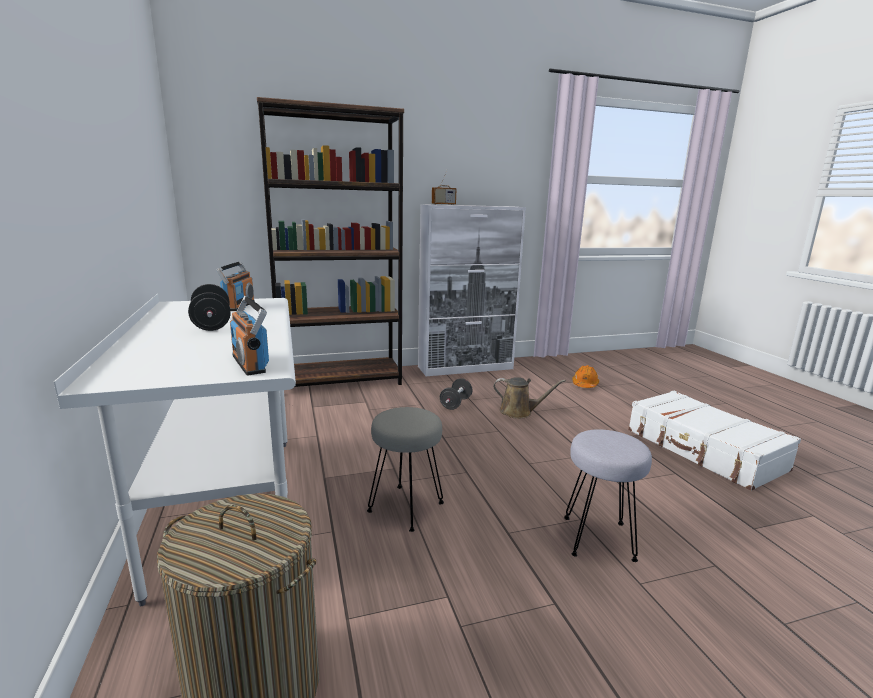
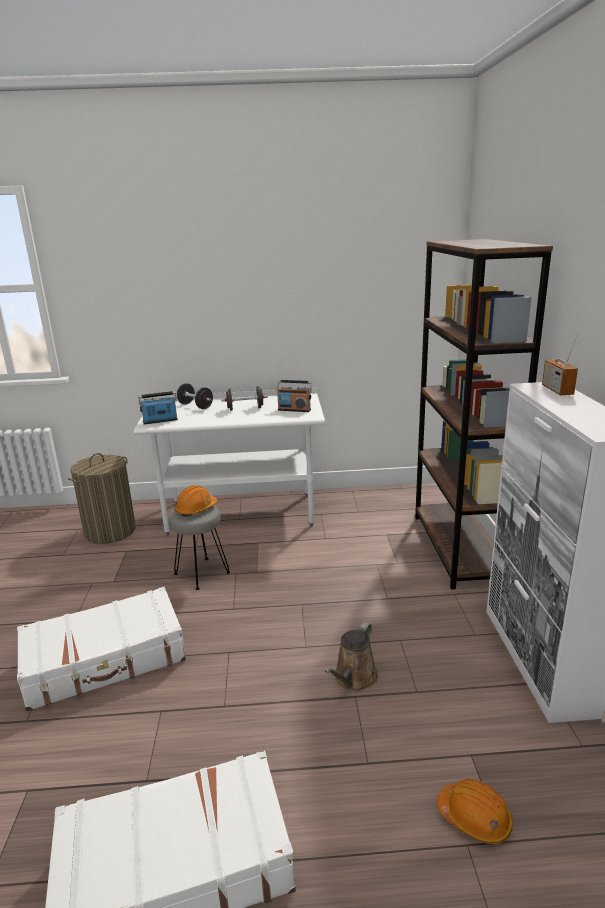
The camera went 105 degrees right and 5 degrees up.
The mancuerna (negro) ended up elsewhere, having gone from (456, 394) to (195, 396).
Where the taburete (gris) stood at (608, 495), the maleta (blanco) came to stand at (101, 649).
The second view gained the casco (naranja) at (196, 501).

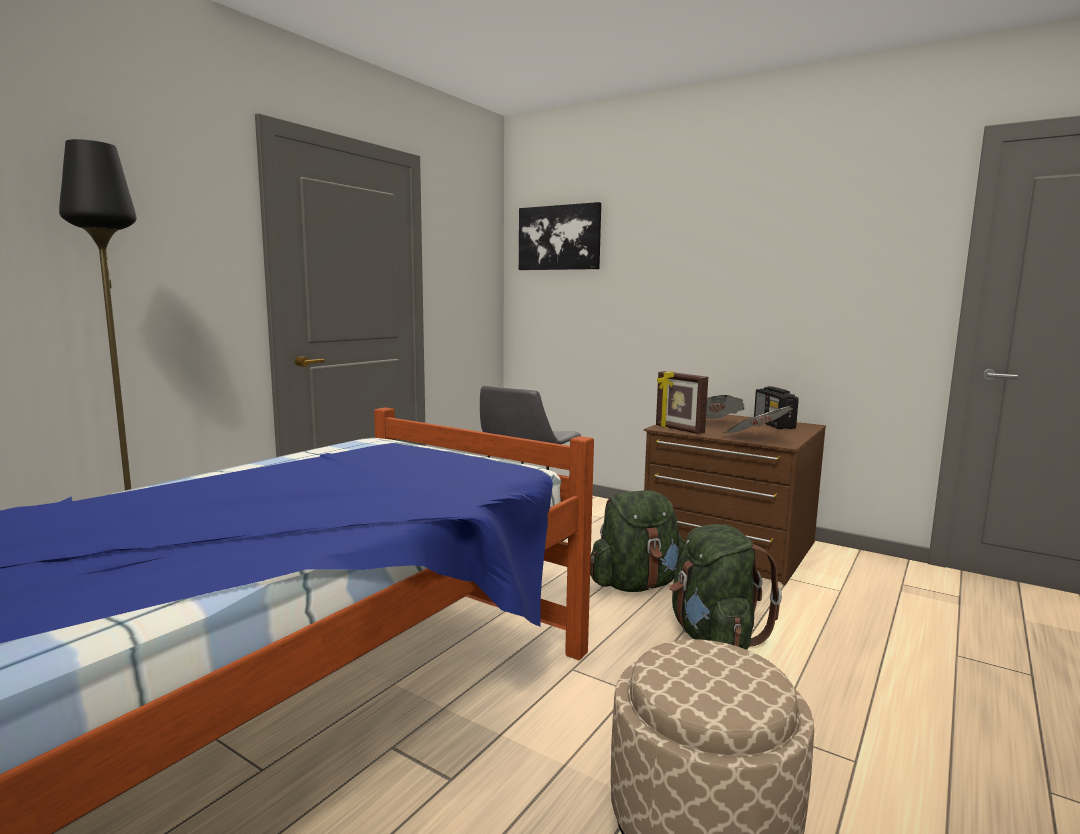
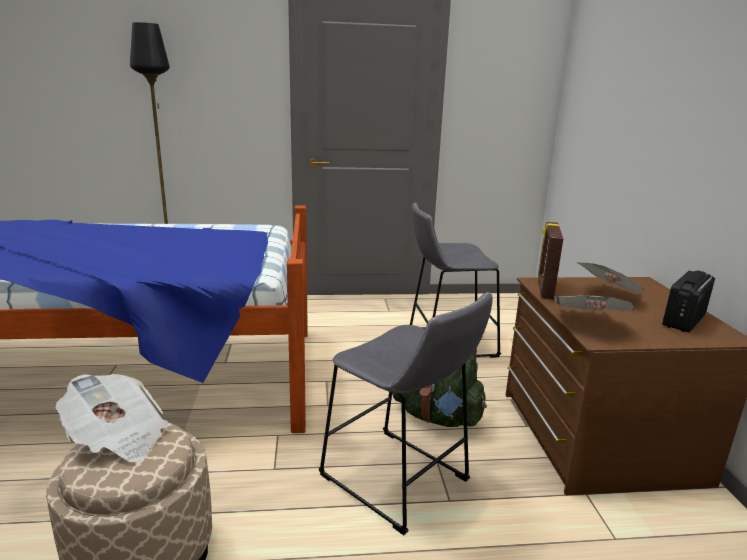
The camera went 50 degrees right and 10 degrees up.
The second view lost the cuadro at (560, 236).
Where the mochila (verde) stood at (726, 587), the taburete (gris) came to stand at (405, 413).
The second view gained the periódico at (112, 418).

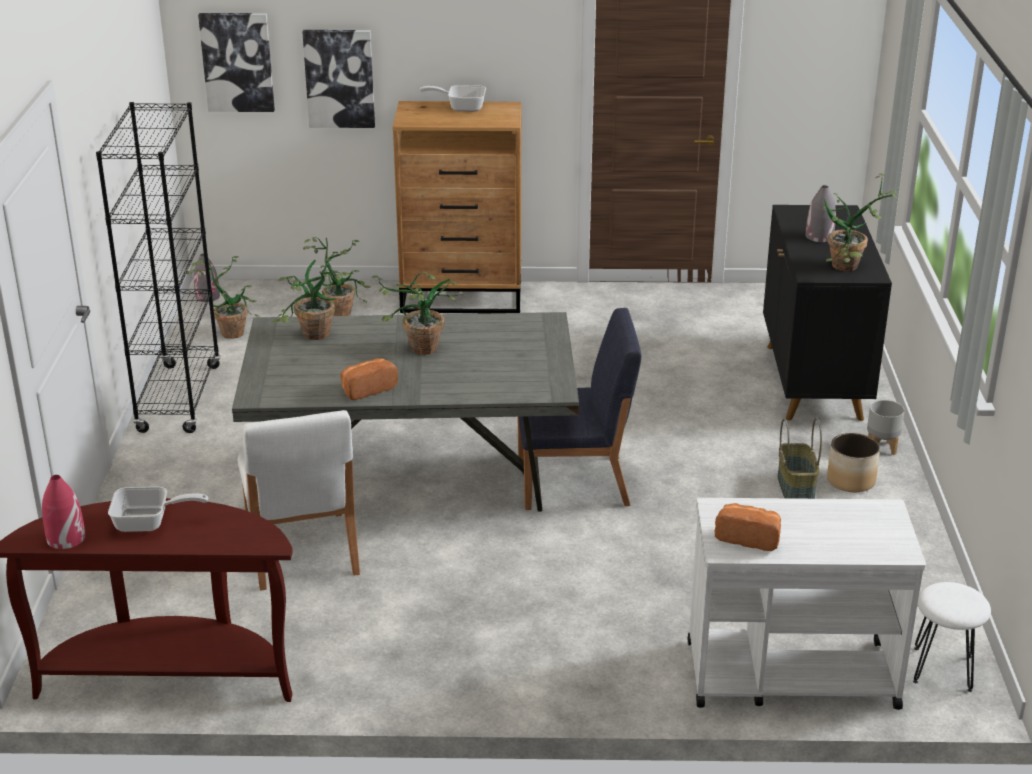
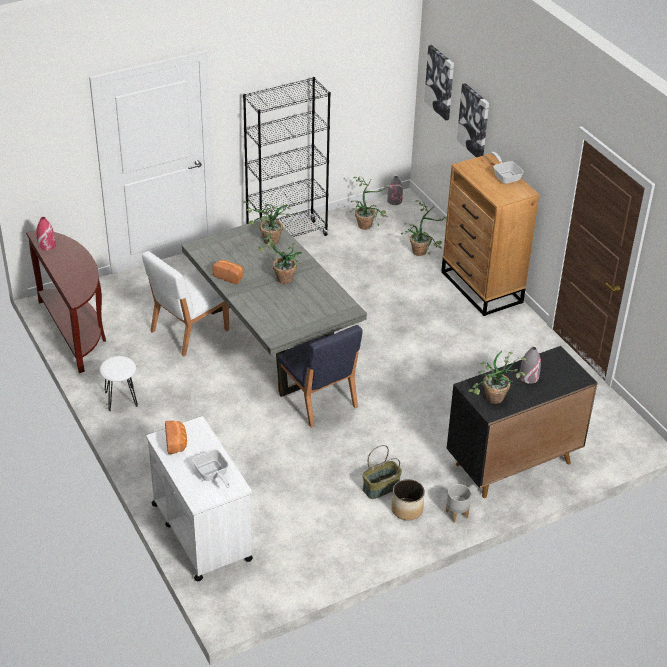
The camera went 60 degrees right and 10 degrees up.
The sartén ended up elsewhere, having gone from (158, 509) to (211, 468).
The taburete (blanco) ended up elsewhere, having gone from (952, 637) to (118, 383).

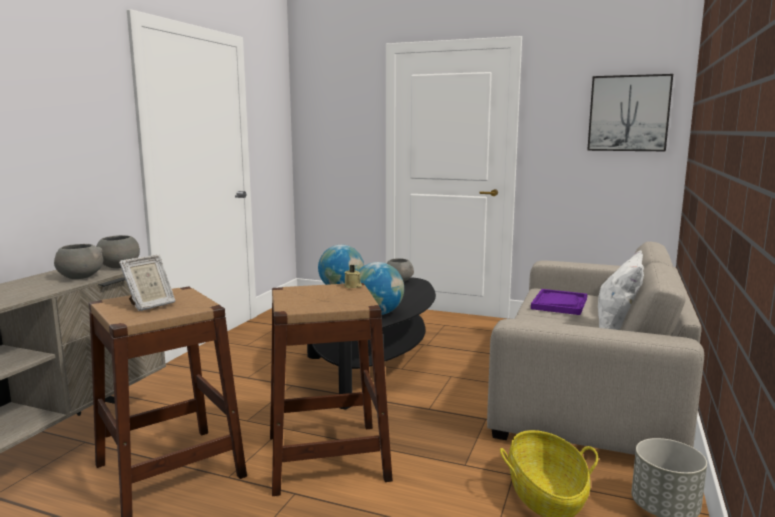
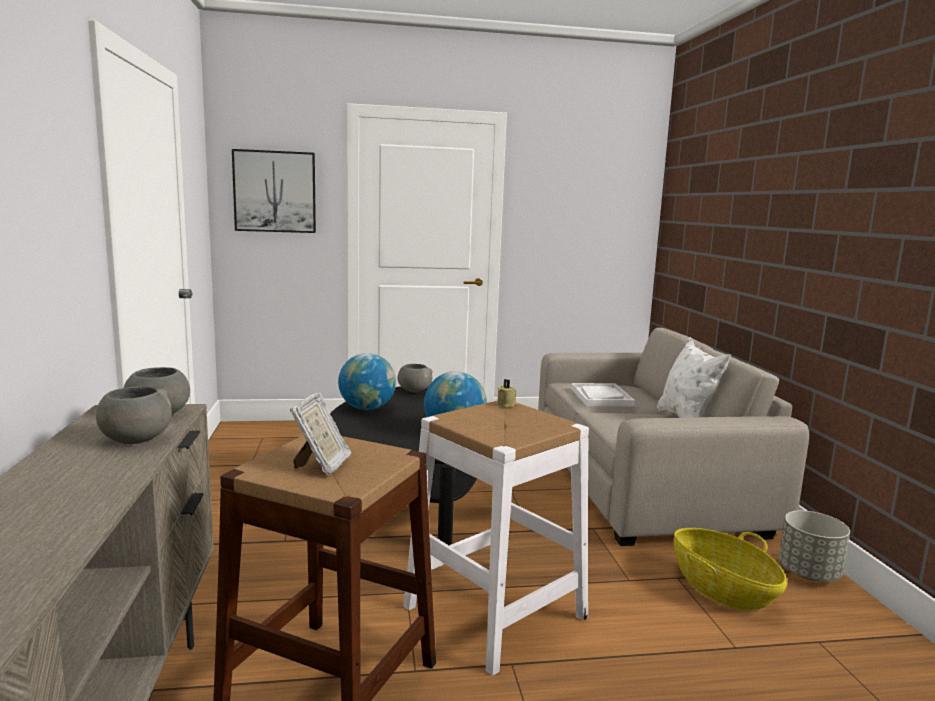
The camera went 30 degrees left and 0 degrees up.
What was the taburete (marrón) at (331, 389) turned into the taburete (blanco) at (496, 538).
What was the bandeja (morado) at (559, 302) turned into the bandeja (blanco) at (603, 394).
The cuadro ended up elsewhere, having gone from (630, 112) to (274, 191).

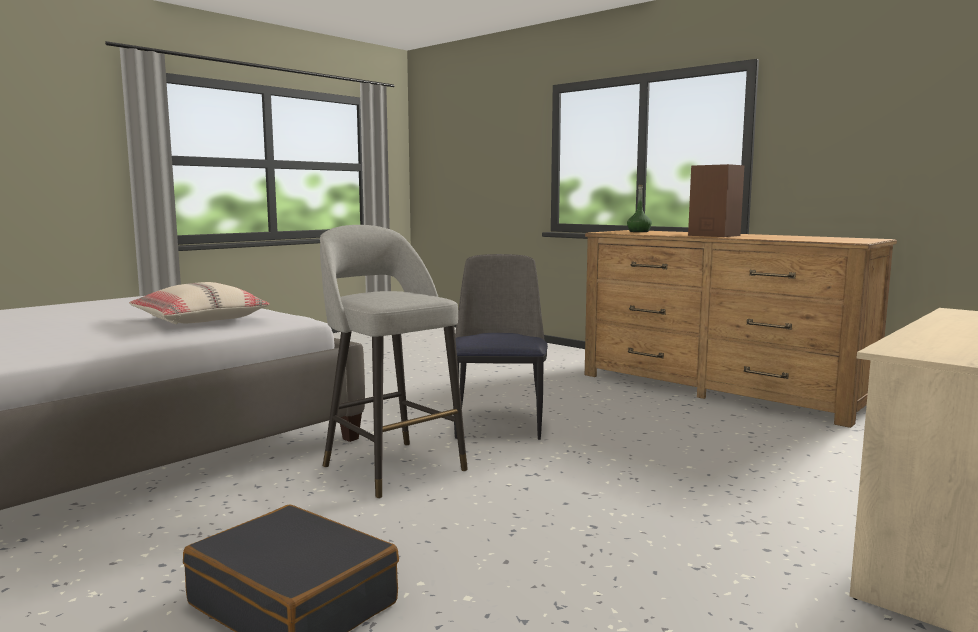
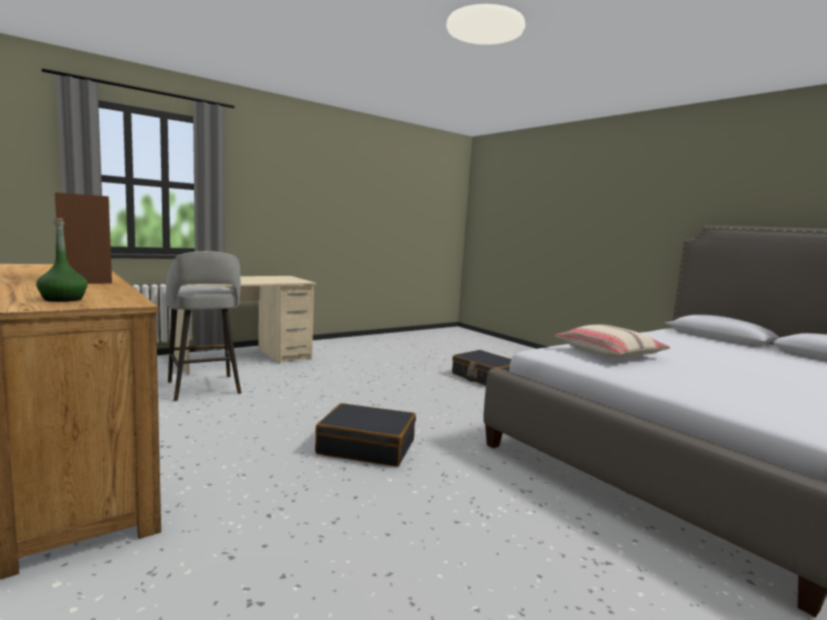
The camera went 170 degrees left and 0 degrees up.
The taburete (gris) ended up elsewhere, having gone from (394, 362) to (203, 326).
Where the silla stood at (500, 347), the maleta (negro) came to stand at (365, 435).

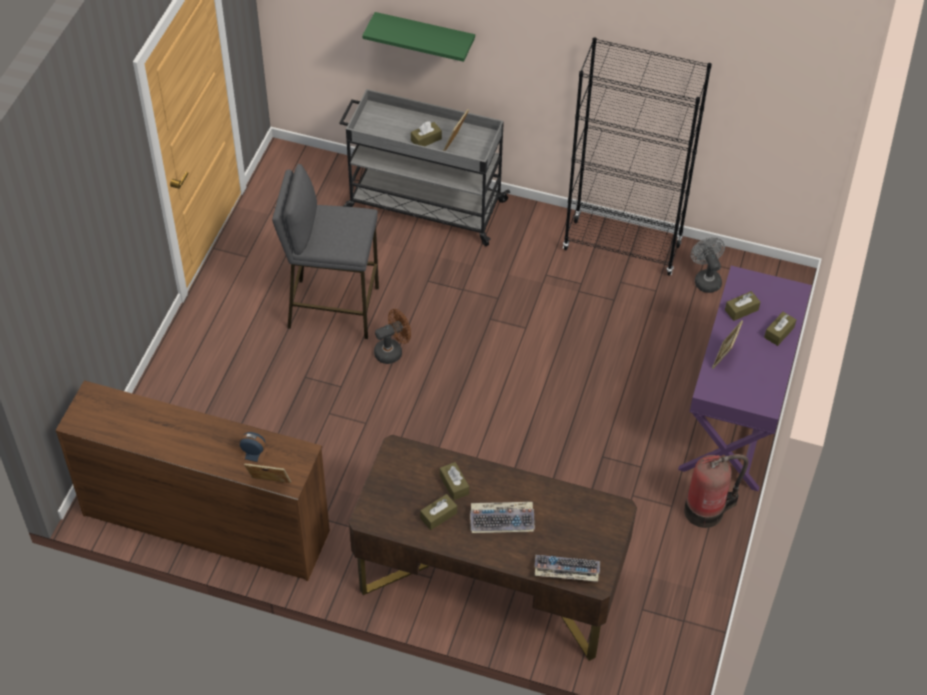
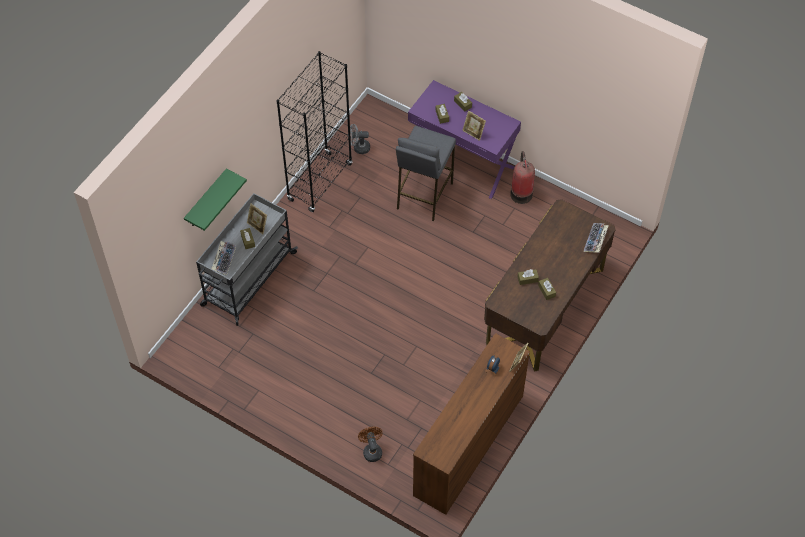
The camera went 75 degrees left and 5 degrees up.
The taburete (gris) ended up elsewhere, having gone from (325, 251) to (426, 173).
The ventilador (marrón) ended up elsewhere, having gone from (392, 336) to (370, 444).
The teclado ended up elsewhere, having gone from (502, 517) to (223, 258).

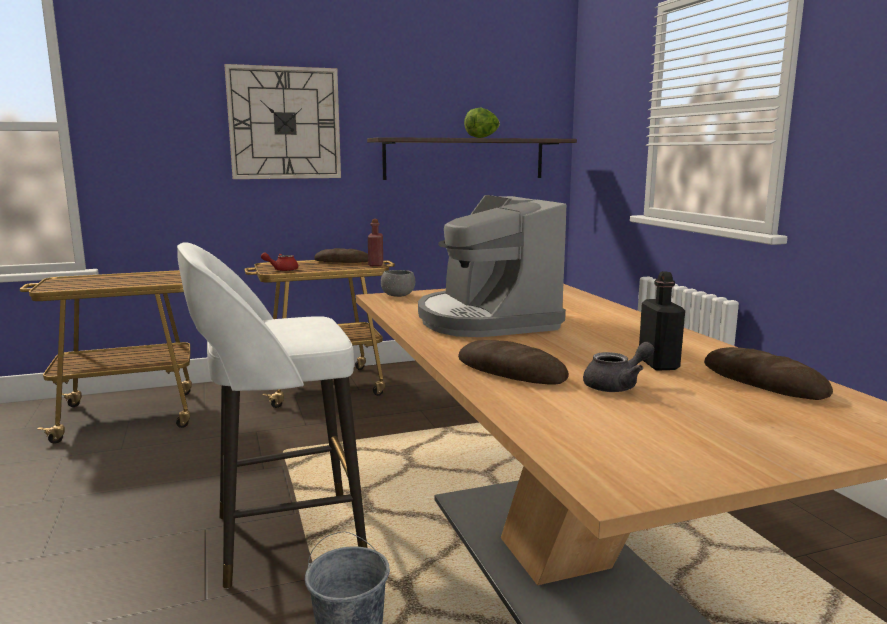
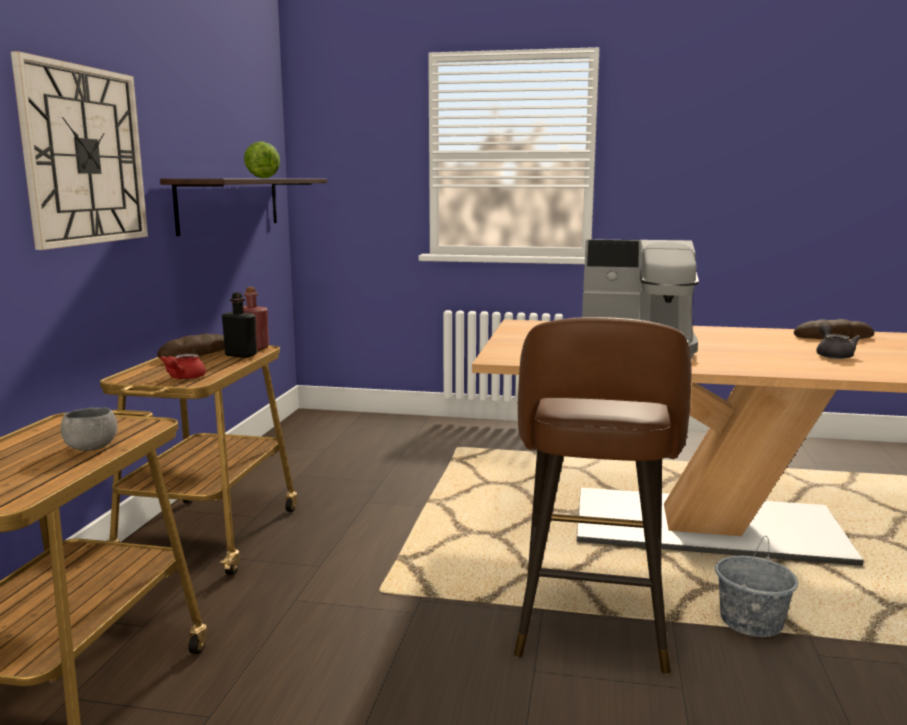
The camera went 60 degrees left and 0 degrees up.
What was the taburete (blanco) at (272, 415) turned into the taburete (marrón) at (603, 495).
The cuenco (gris) ended up elsewhere, having gone from (398, 283) to (89, 429).
The second view lost the pan at (513, 362).
The botella (negro) ended up elsewhere, having gone from (662, 321) to (239, 325).

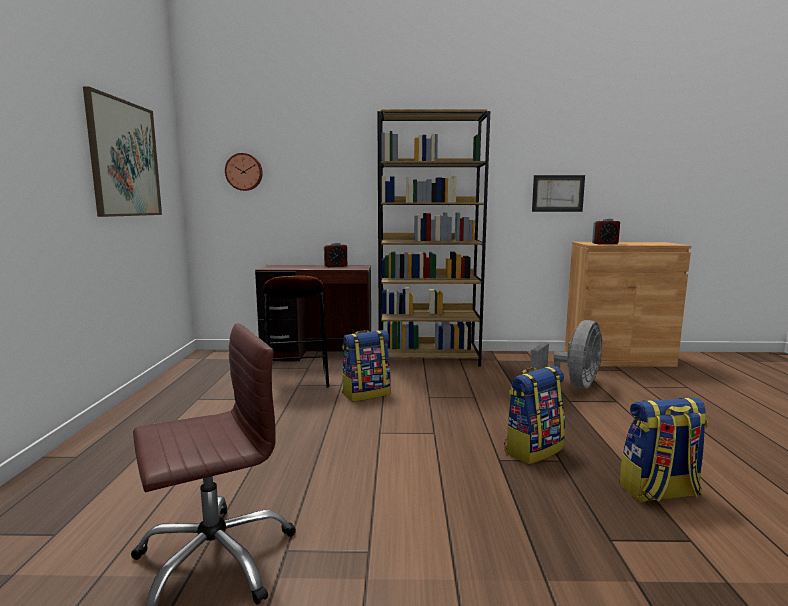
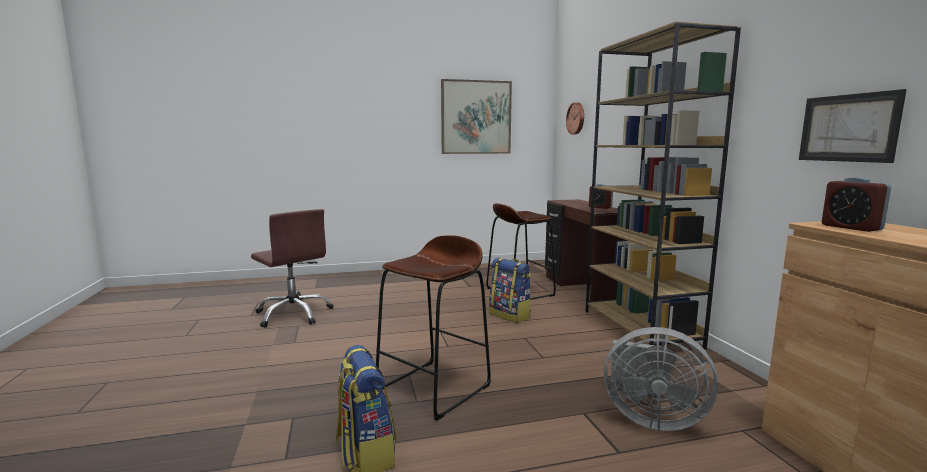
The camera went 75 degrees right and 0 degrees up.
Where the mochila stood at (534, 415), the taburete (marrón) came to stand at (433, 328).

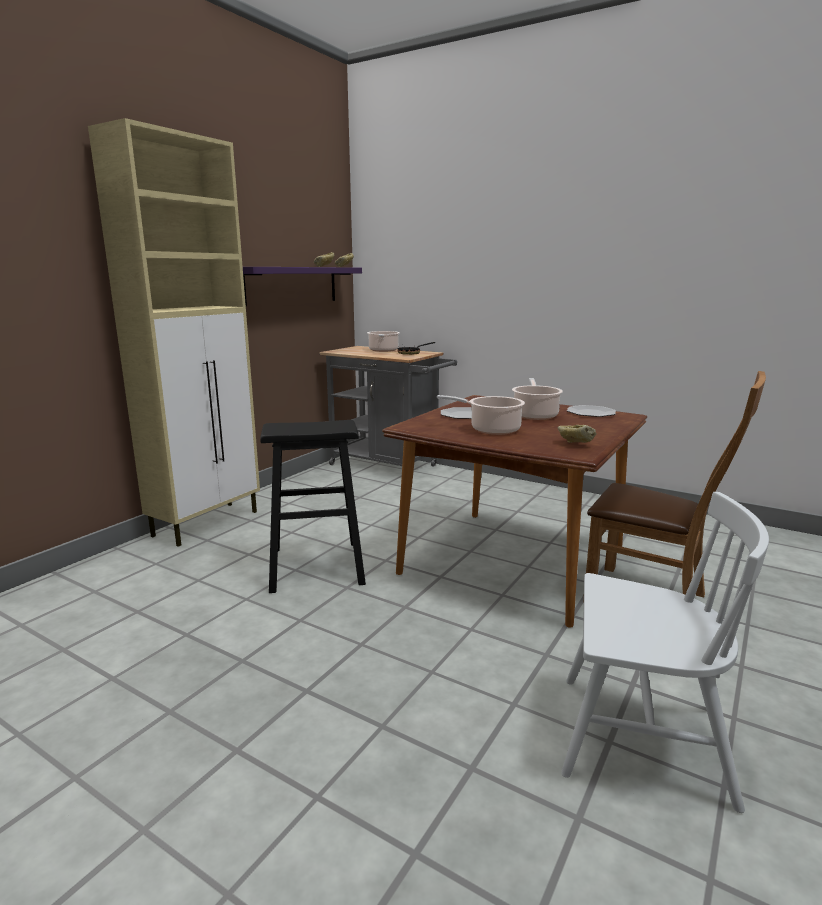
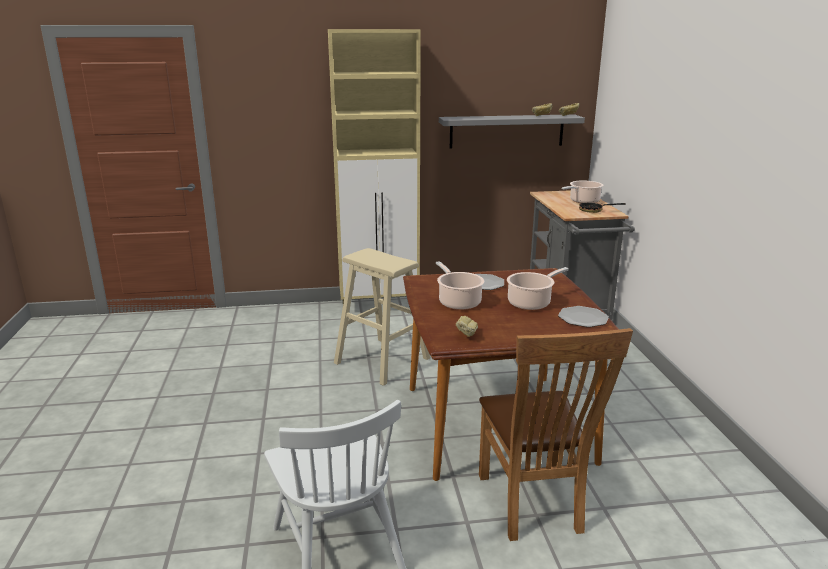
The camera went 50 degrees right and 5 degrees up.
What was the estante (morado) at (302, 286) turned into the estante (gris) at (512, 131).
What was the taburete (negro) at (313, 506) turned into the taburete (beis) at (382, 317).

